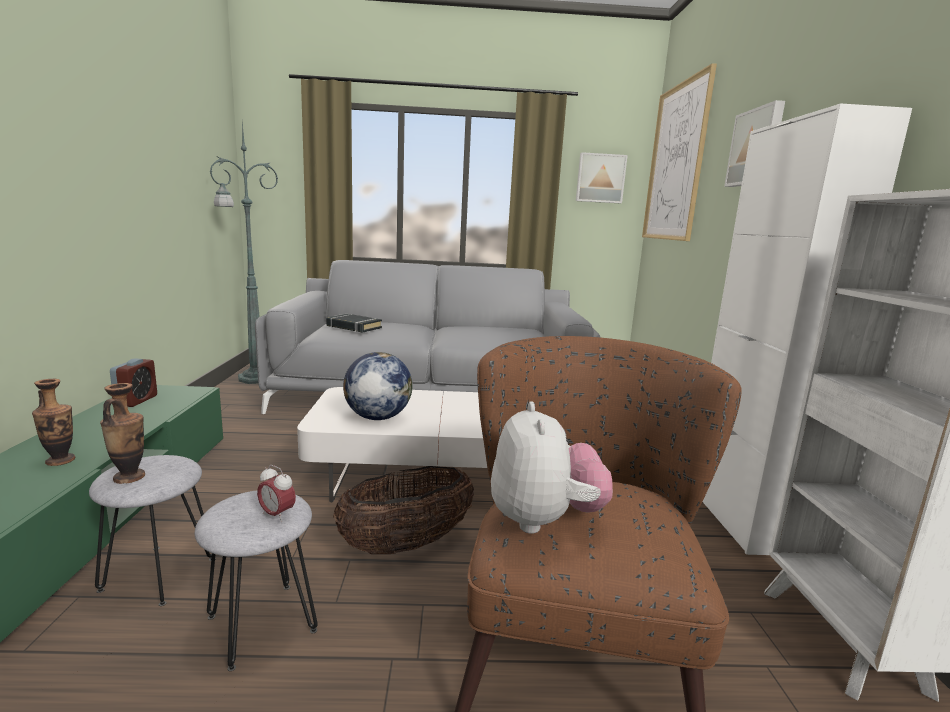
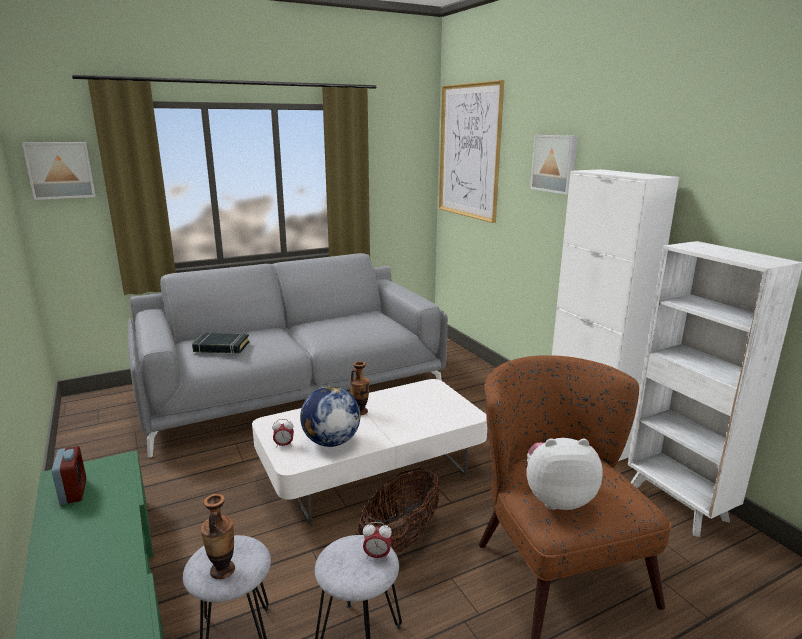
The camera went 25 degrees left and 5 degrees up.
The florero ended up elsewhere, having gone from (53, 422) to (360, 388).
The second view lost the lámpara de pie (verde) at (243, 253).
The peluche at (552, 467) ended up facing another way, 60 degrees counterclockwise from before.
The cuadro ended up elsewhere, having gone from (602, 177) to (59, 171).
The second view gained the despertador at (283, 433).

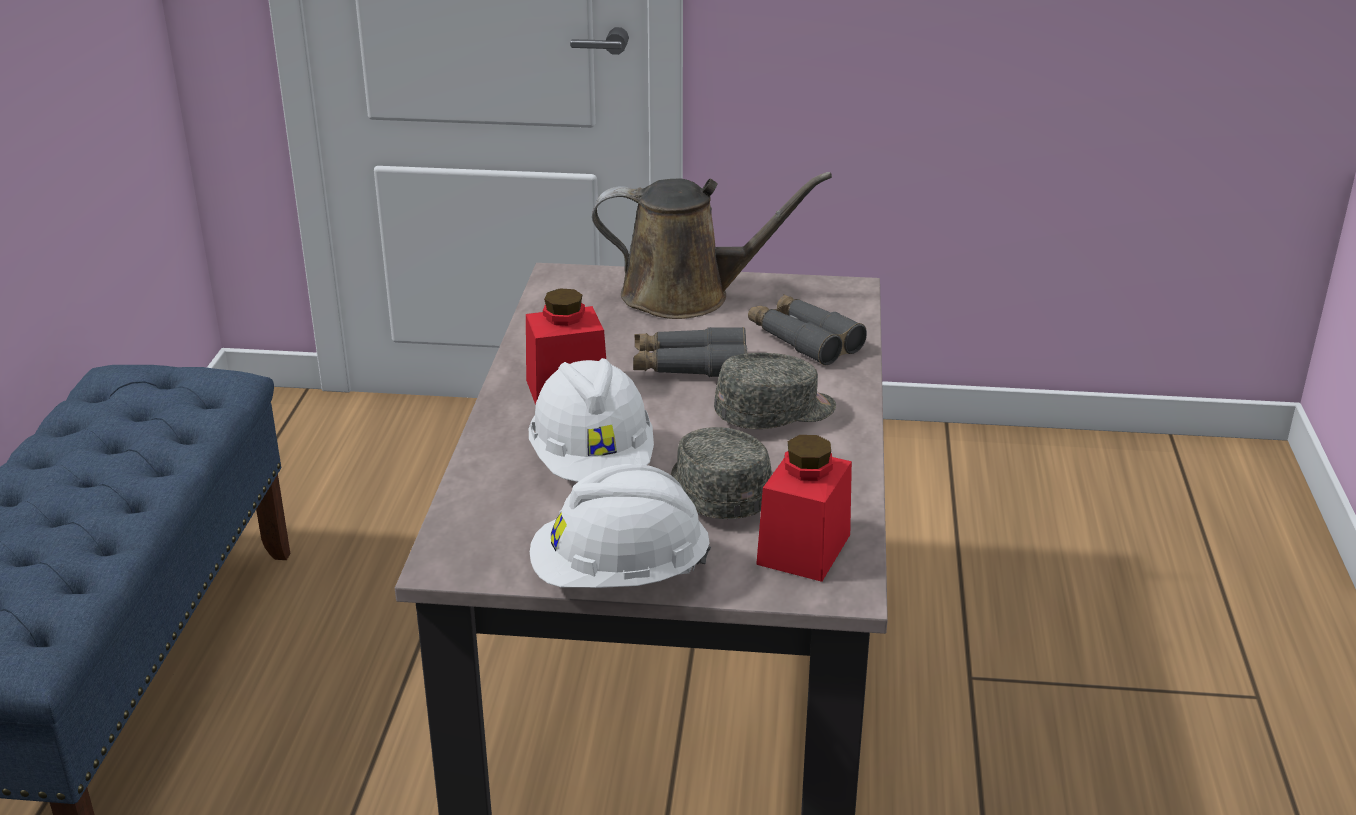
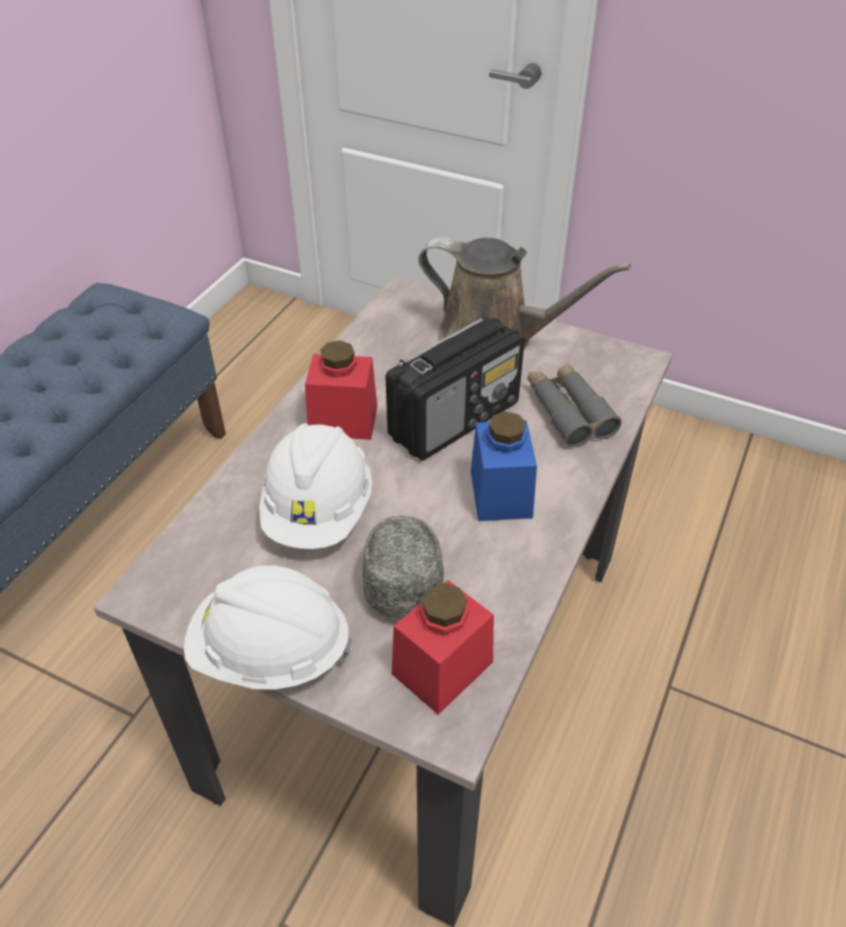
The camera went 20 degrees right and 15 degrees up.
Where the prismáticos (gris) stood at (690, 352), the radio came to stand at (455, 389).
Where the gorra (gris) stood at (775, 391), the tarro (azul) came to stand at (504, 466).

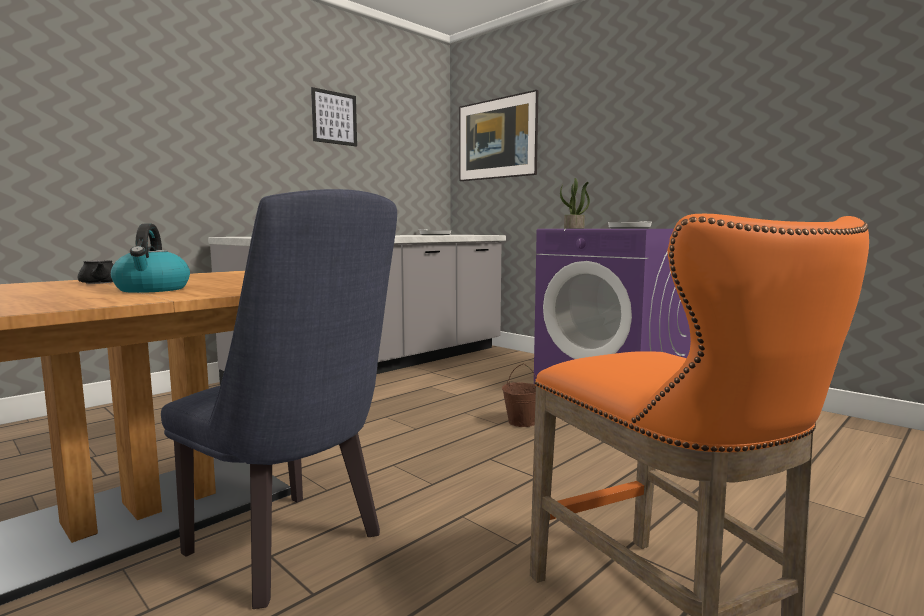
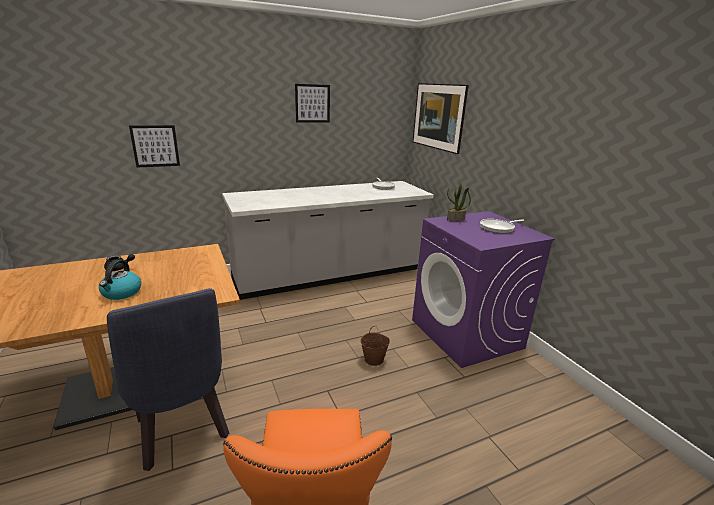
The camera went 20 degrees right and 15 degrees up.
The second view gained the cuadro at (154, 146).

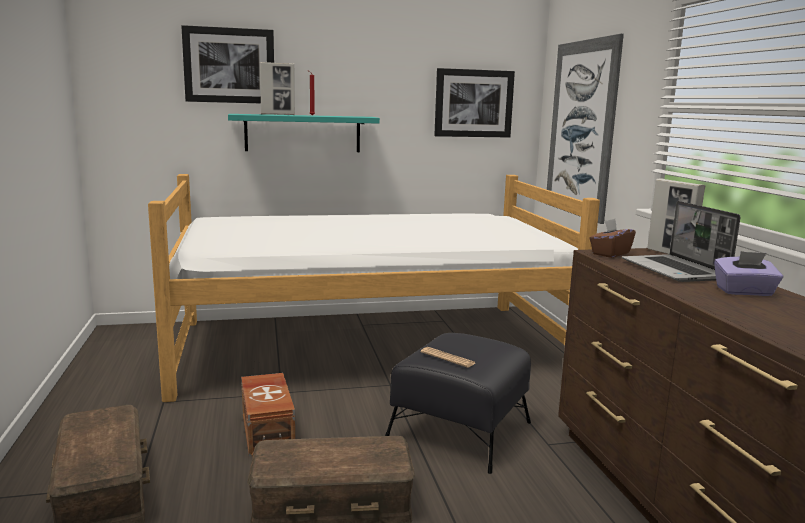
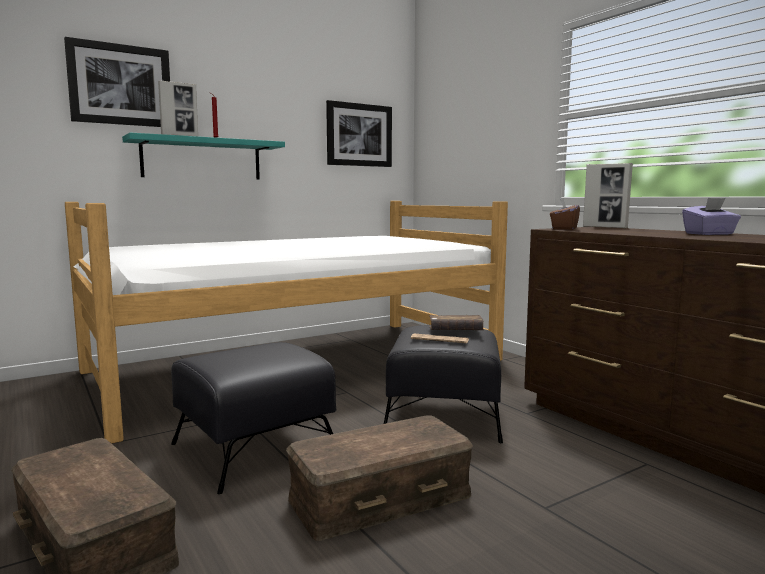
The camera went 20 degrees left and 5 degrees down.
Where the caja de almacenaje (marrón) stood at (268, 415), the puf (negro) came to stand at (253, 418).
The second view lost the cuadro at (585, 129).
The second view lost the portátil at (681, 241).
The second view gained the libro (marrón) at (456, 322).

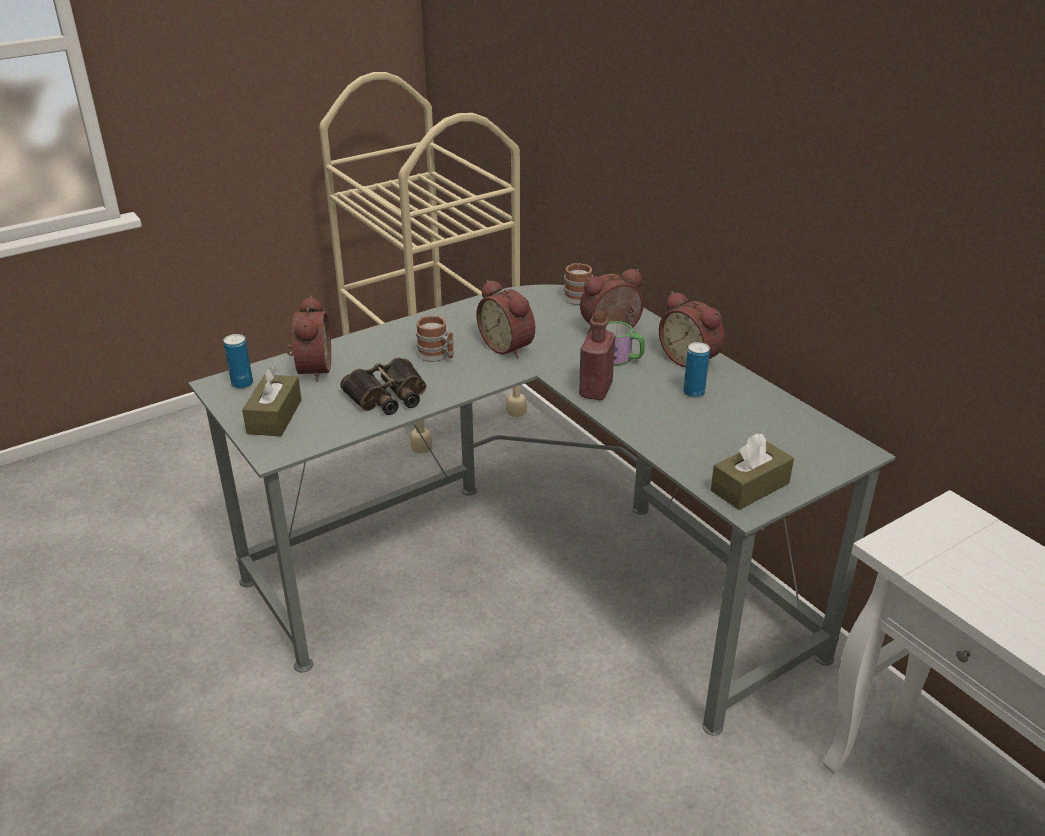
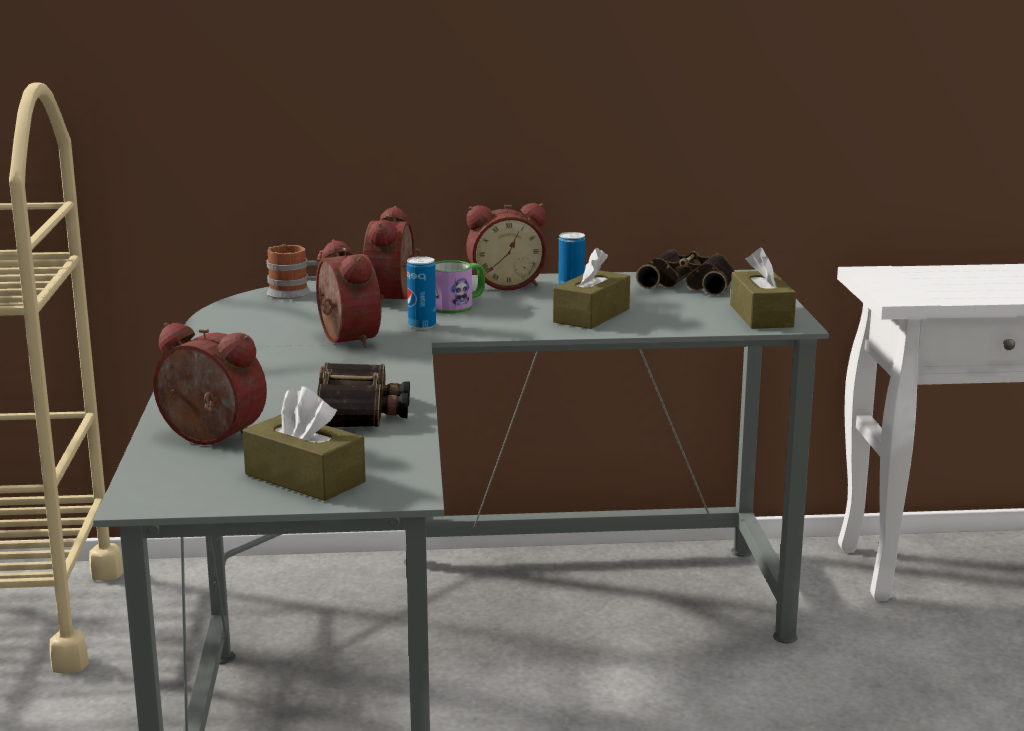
The camera went 60 degrees left and 15 degrees down.
The lata ended up elsewhere, having gone from (238, 361) to (421, 293).
The second view lost the taza grande at (435, 339).
The despertador at (505, 319) ended up facing another way, 105 degrees counterclockwise from before.
The second view lost the botella (rojo) at (597, 355).
The second view gained the caja de pañuelos (marrón) at (591, 288).
The second view gained the prismáticos at (685, 272).

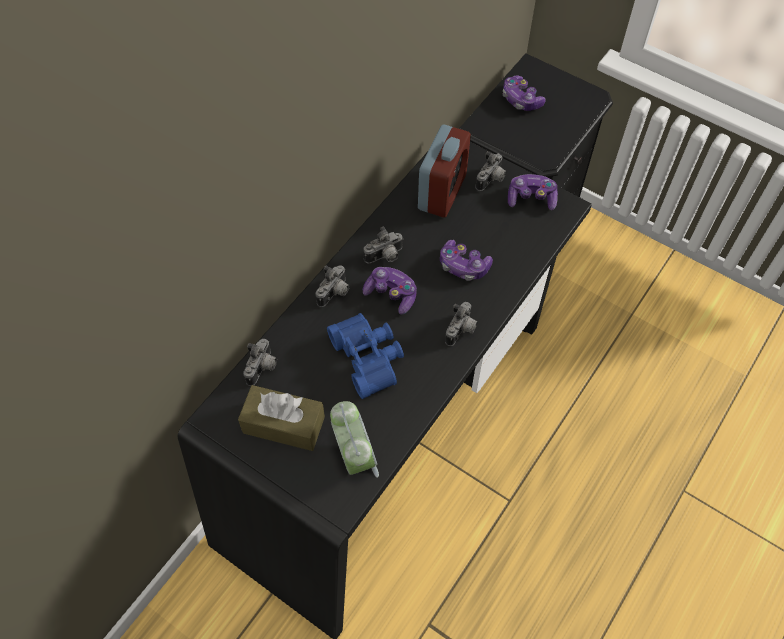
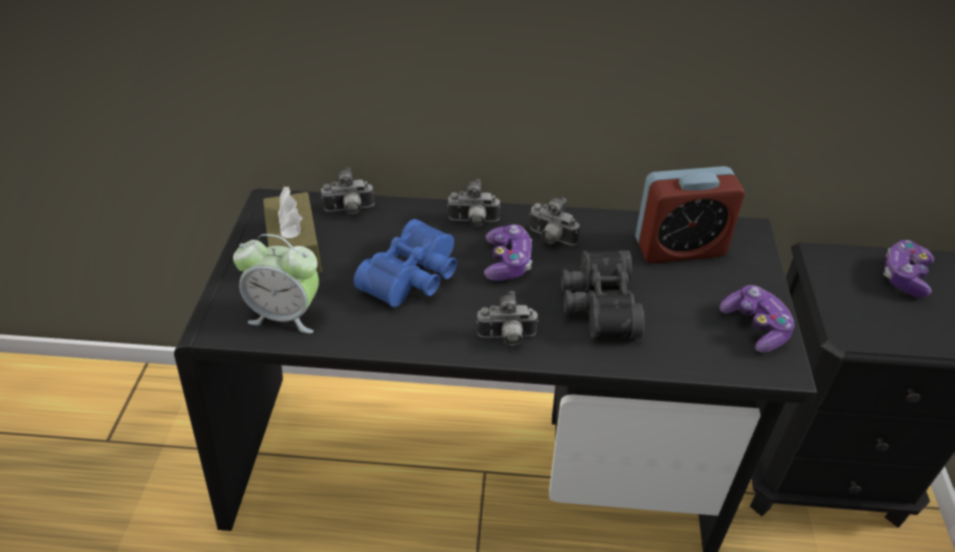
The camera went 60 degrees right and 15 degrees down.
The despertador at (354, 439) ended up facing another way, 60 degrees clockwise from before.
Where the mando de consola stood at (466, 260), the prismáticos (negro) came to stand at (602, 294).
The second view lost the cámara at (491, 171).

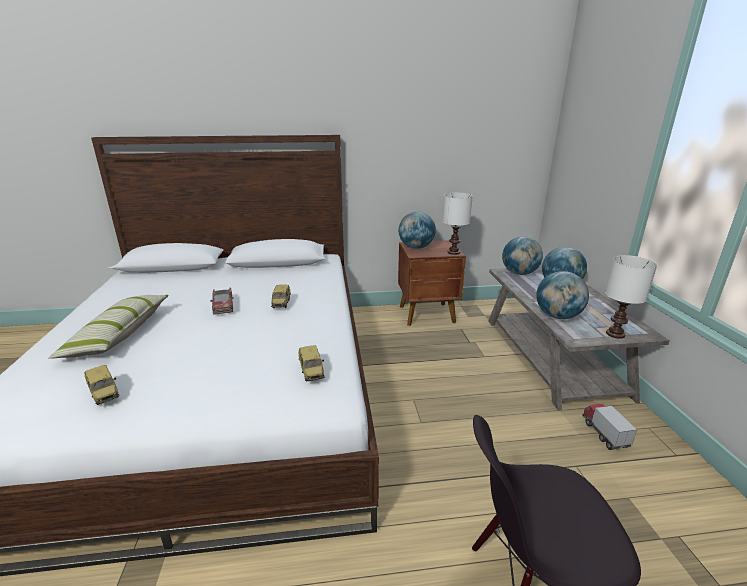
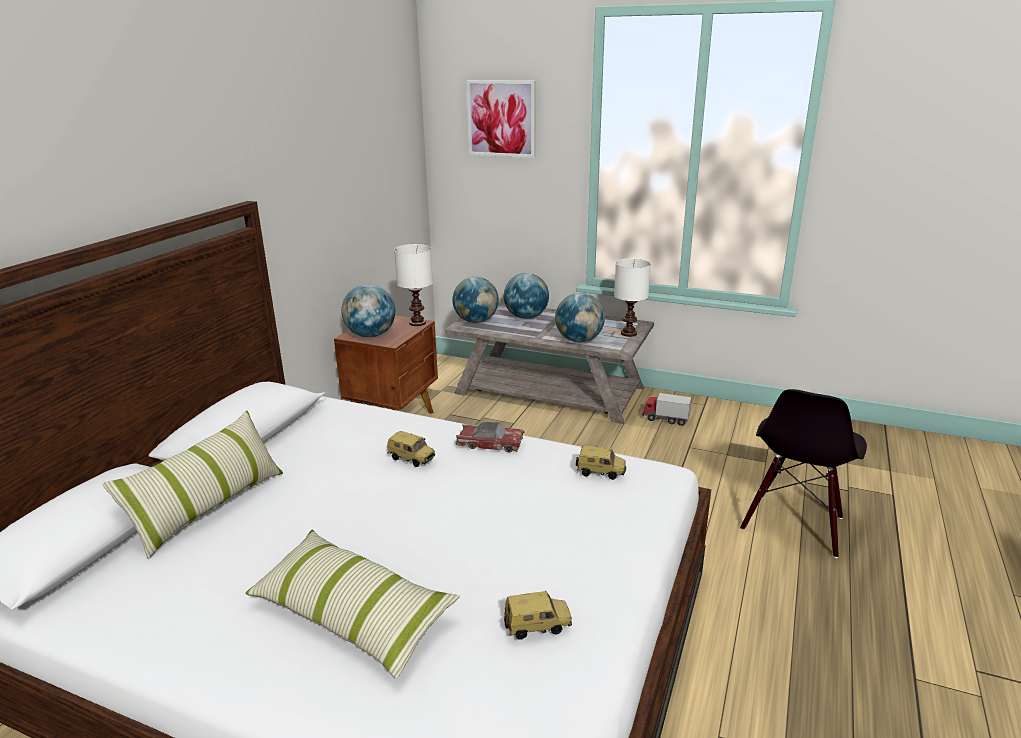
The camera went 60 degrees left and 0 degrees up.
The coche de juguete ended up elsewhere, having gone from (222, 301) to (490, 437).
The second view gained the cojín at (192, 484).
The second view gained the cuadro at (501, 119).

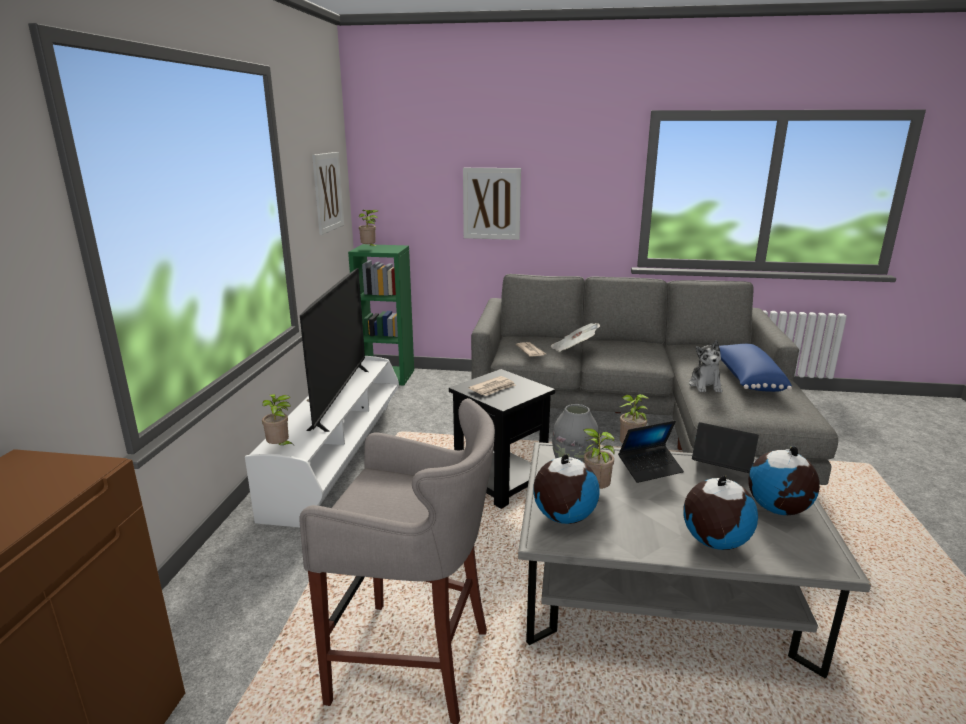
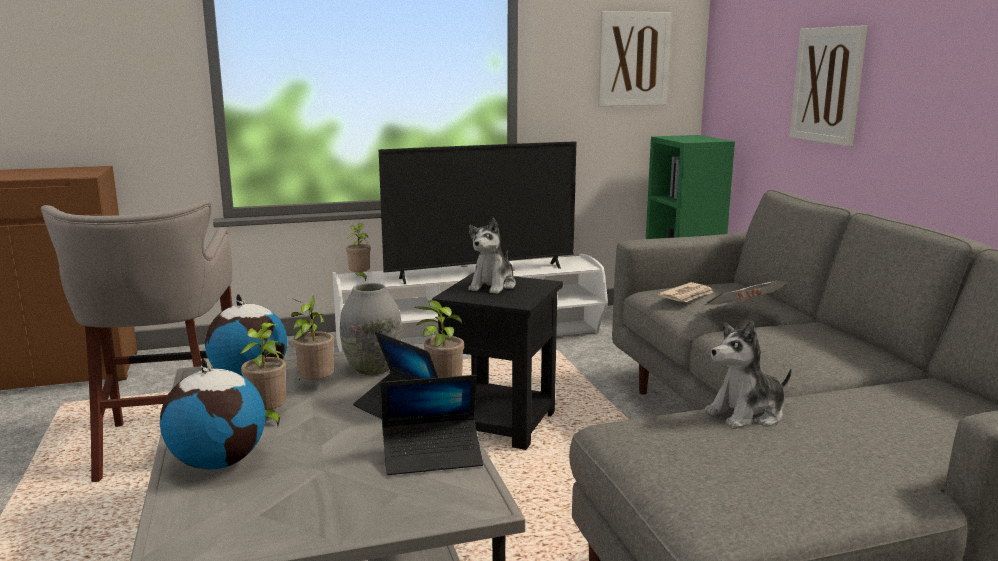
The camera went 65 degrees right and 5 degrees down.
The planta en maceta ended up elsewhere, having gone from (368, 228) to (263, 374).
Where the periódico stood at (492, 386), the peluche came to stand at (492, 256).
The portátil at (725, 447) ended up facing another way, 75 degrees clockwise from before.
The second view lost the cojín (azul) at (755, 368).
The second view lost the globo terráqueo at (784, 480).

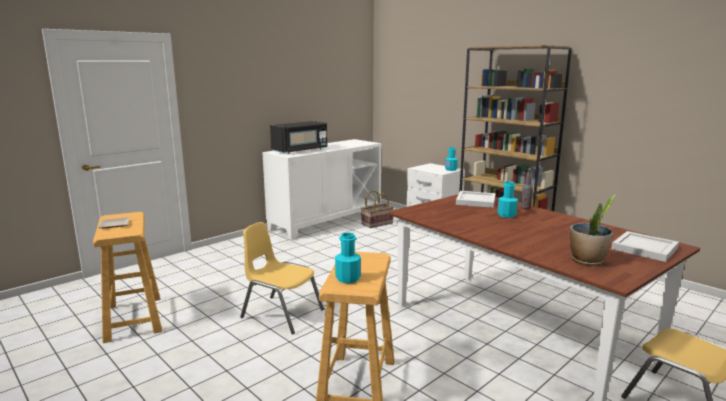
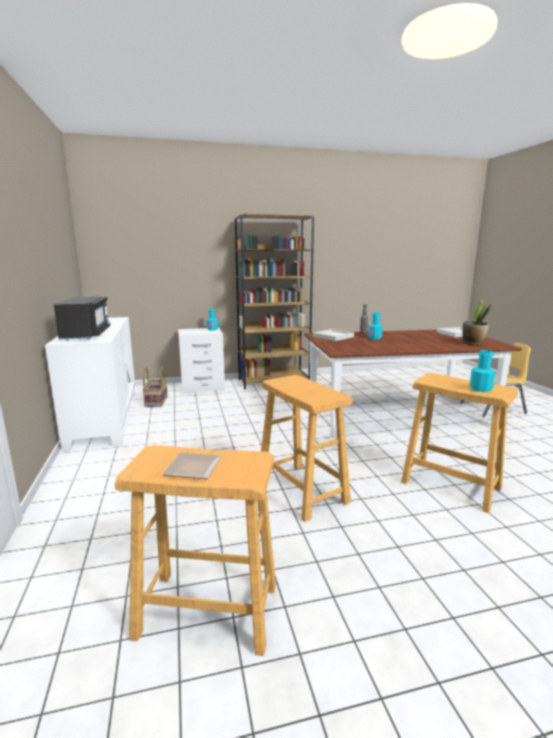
The camera went 60 degrees left and 0 degrees up.
Where the silla (amarillo) stood at (282, 278), the taburete (beis) came to stand at (307, 448).

